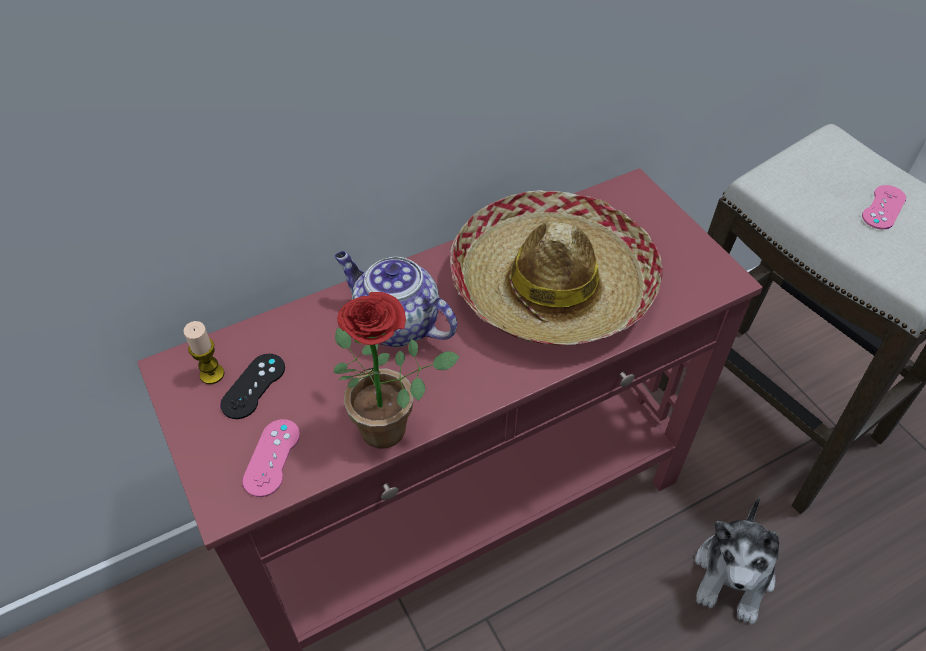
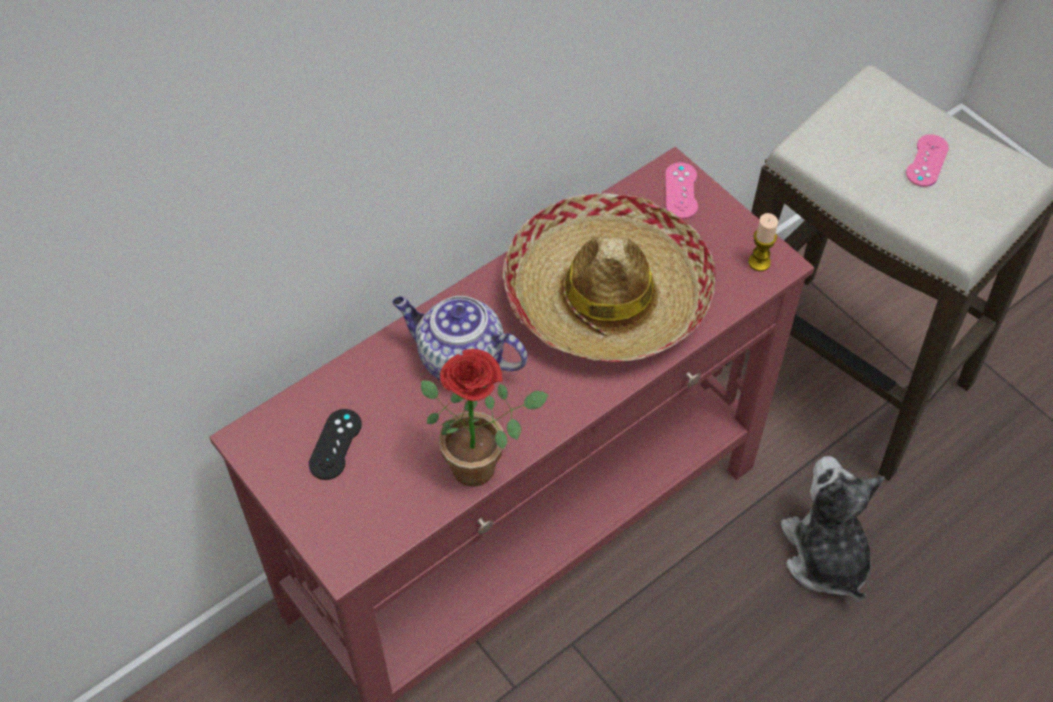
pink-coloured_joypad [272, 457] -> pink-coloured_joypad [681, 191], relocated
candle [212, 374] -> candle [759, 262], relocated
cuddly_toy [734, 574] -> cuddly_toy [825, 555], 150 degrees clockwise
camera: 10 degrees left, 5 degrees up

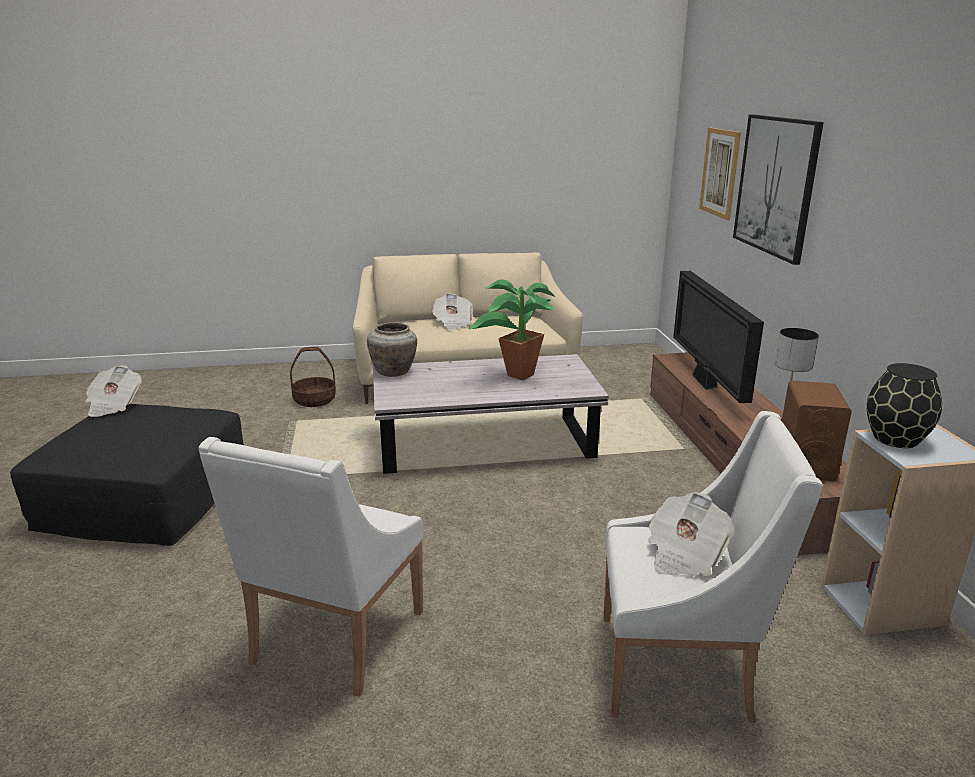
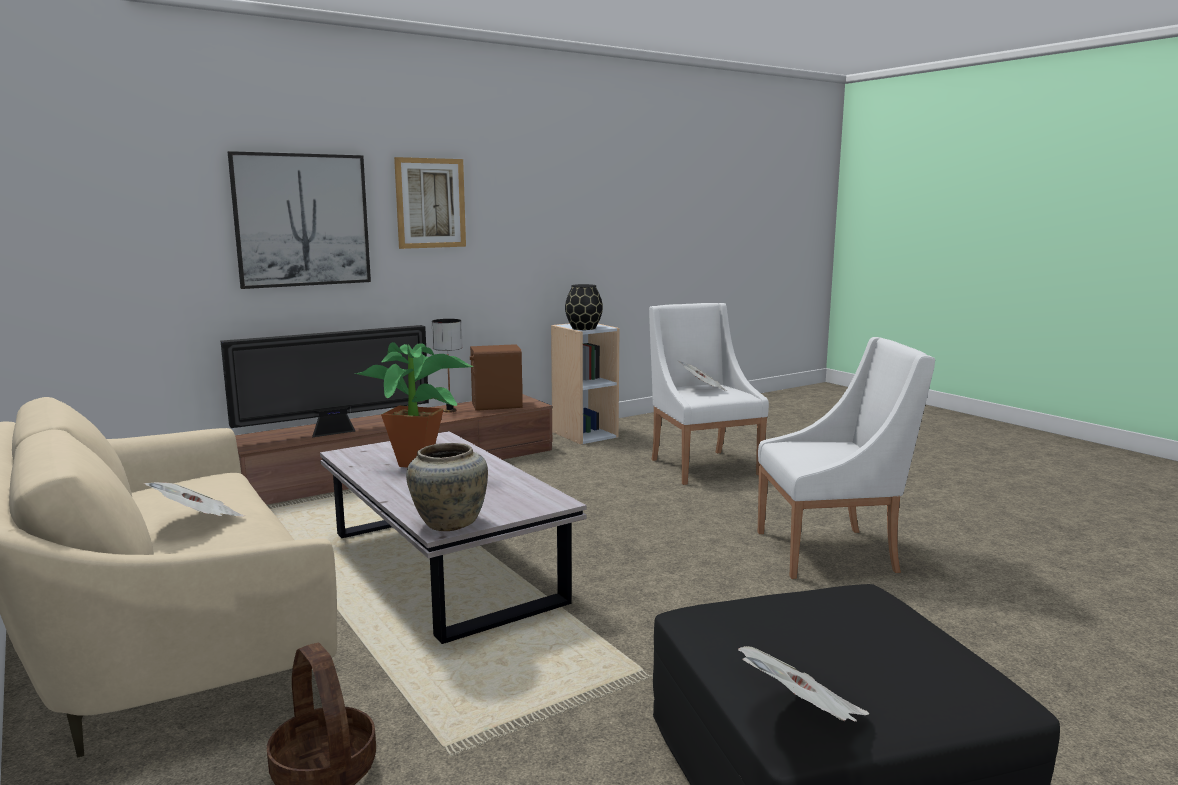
picture [720, 172] -> picture [430, 203], relocated
camera: 115 degrees left, 10 degrees down

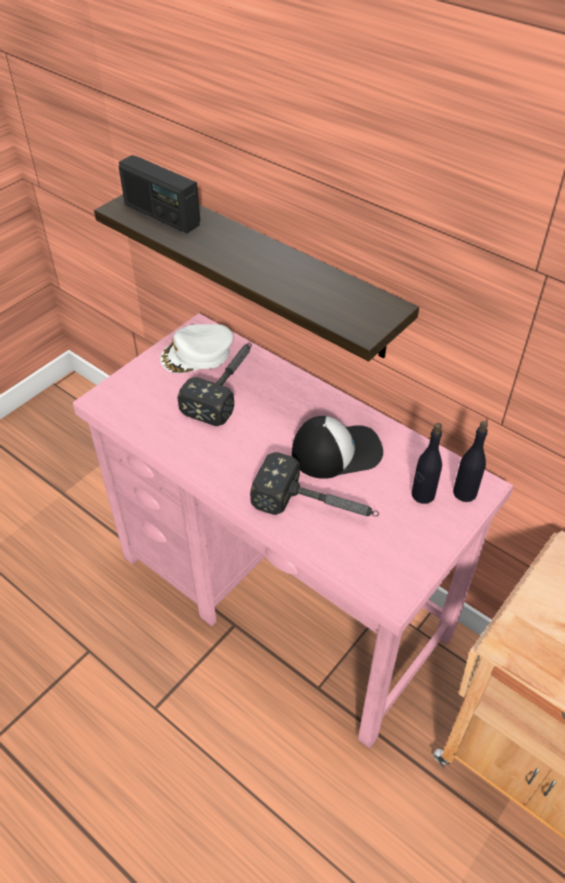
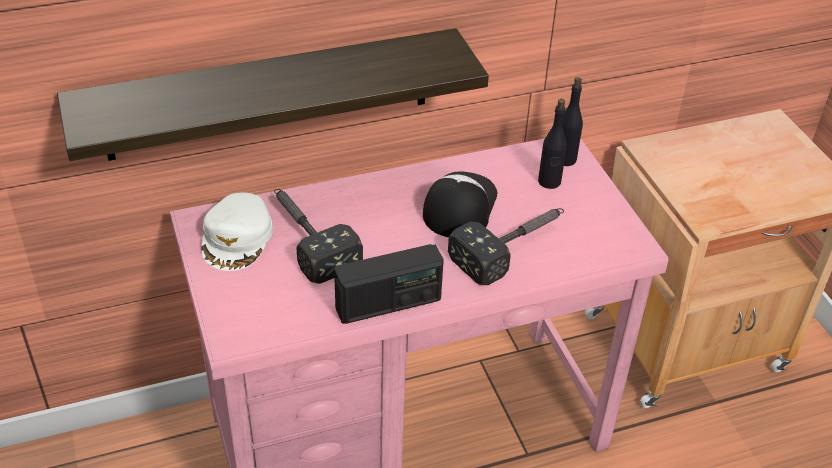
radio_set [161, 215] -> radio_set [388, 304], relocated
camera: 60 degrees left, 5 degrees down

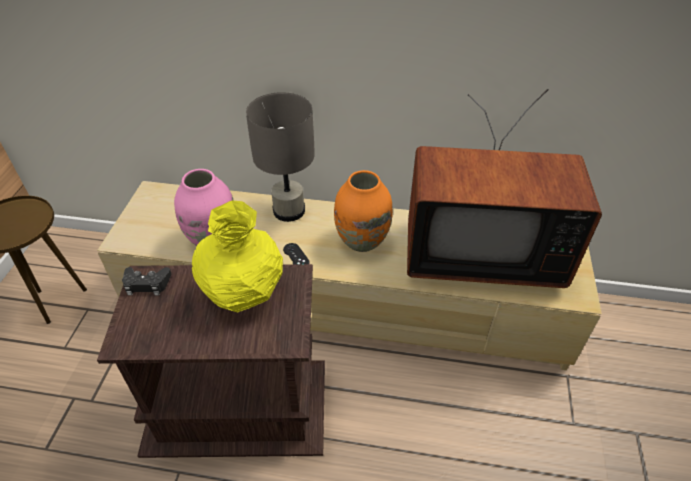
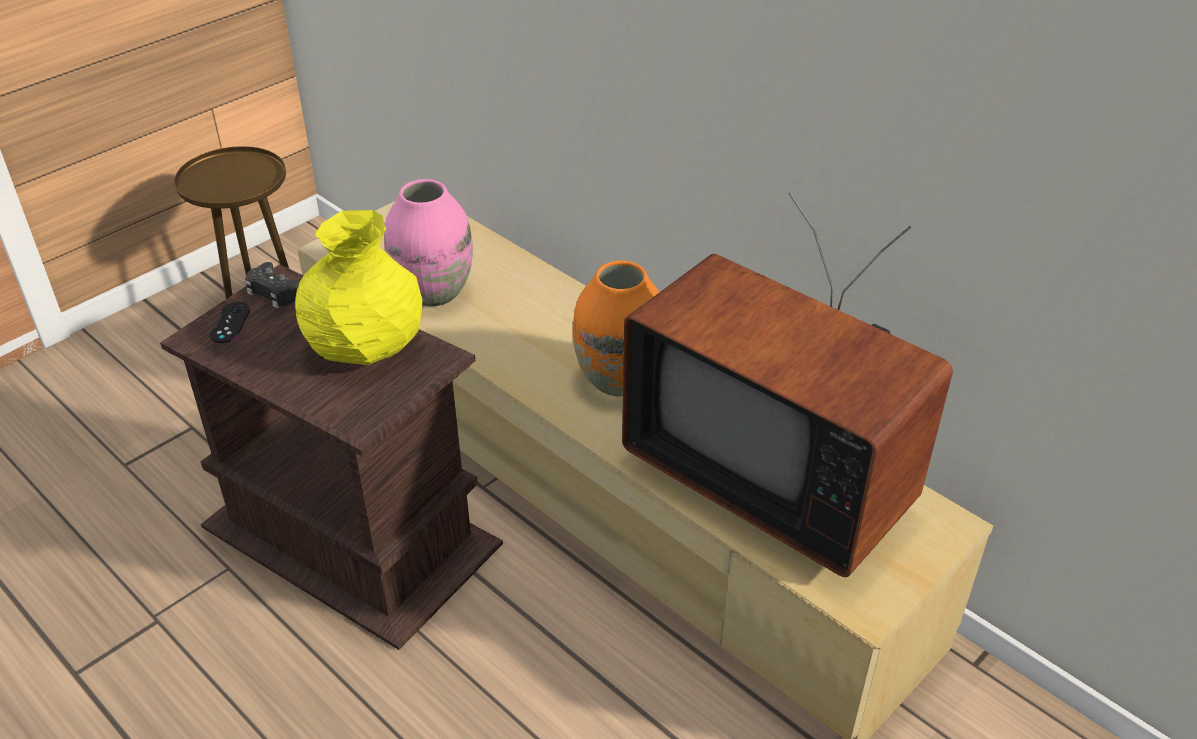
blackish_joypad [296, 256] -> blackish_joypad [230, 323], relocated
grey_table_lamp [289, 211] -> none
camera: 35 degrees right, 5 degrees down

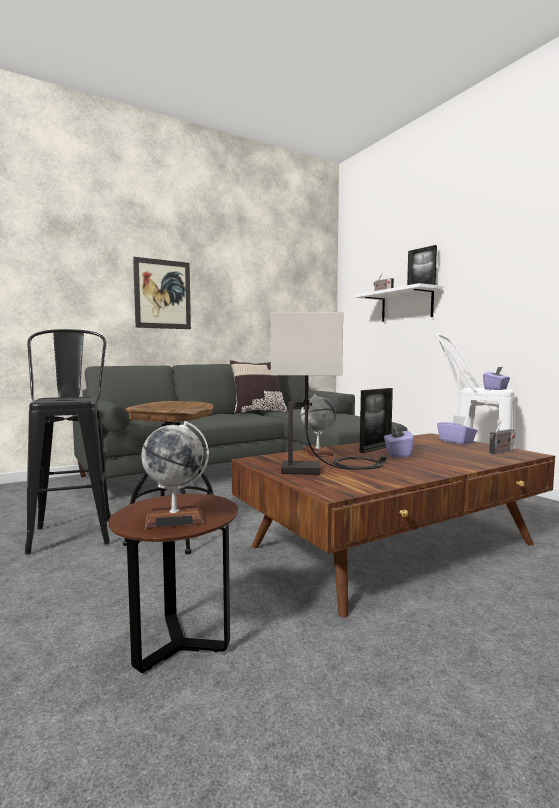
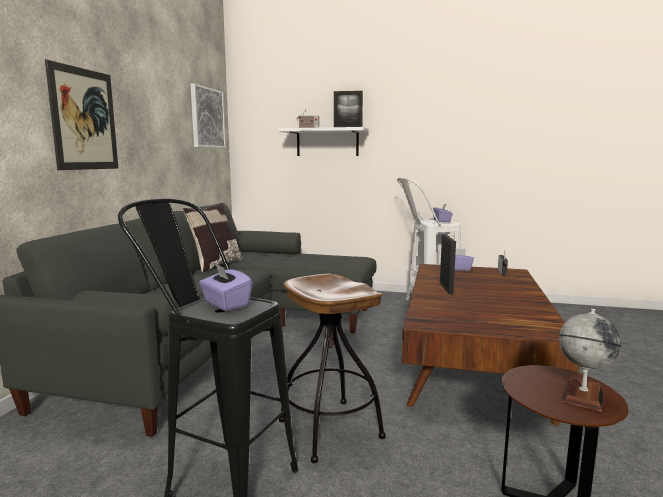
none -> picture [207, 118]
purple_tissue_holder [397, 454] -> purple_tissue_holder [225, 304], relocated
table_lamp [327, 468] -> none
world_globe [317, 452] -> none
camera: 45 degrees left, 5 degrees up

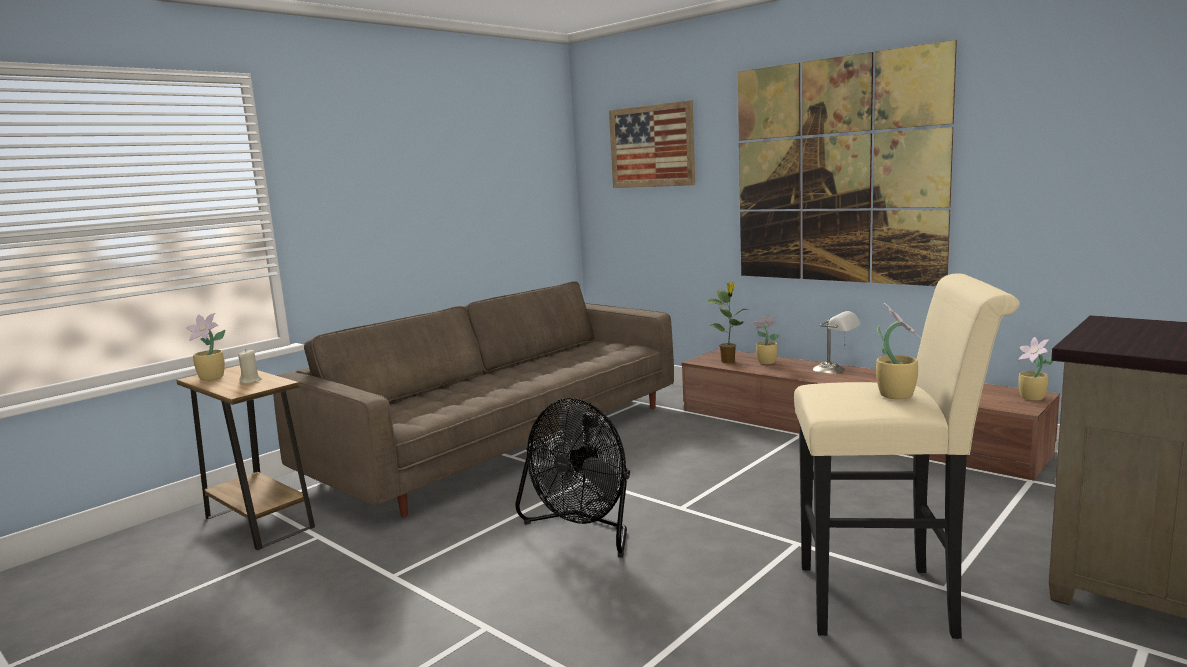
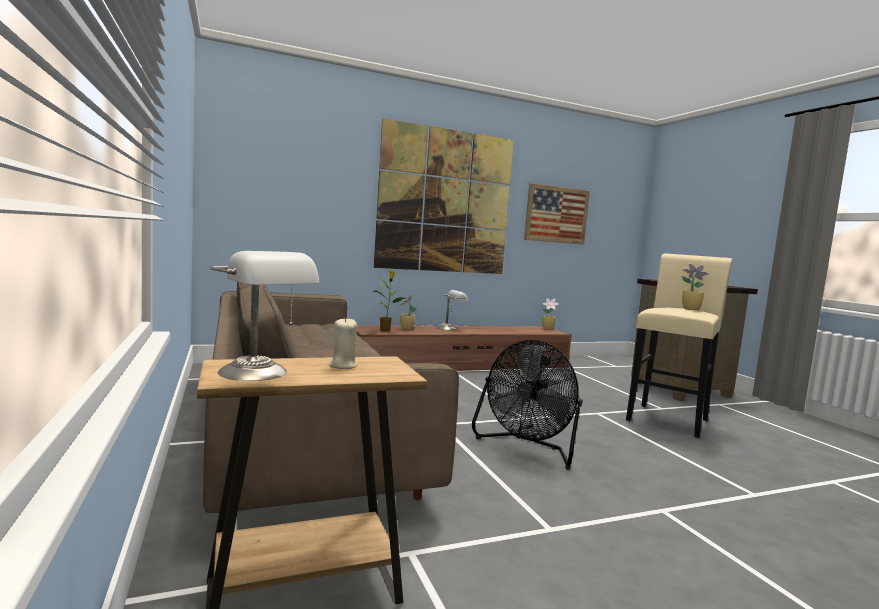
houseplant [212, 378] -> whitish_table_lamp [262, 374]
blackish_cooling_fan [584, 528] -> blackish_cooling_fan [526, 446], 60 degrees clockwise
picture [651, 146] -> picture [556, 214], relocated
camera: 65 degrees left, 5 degrees down

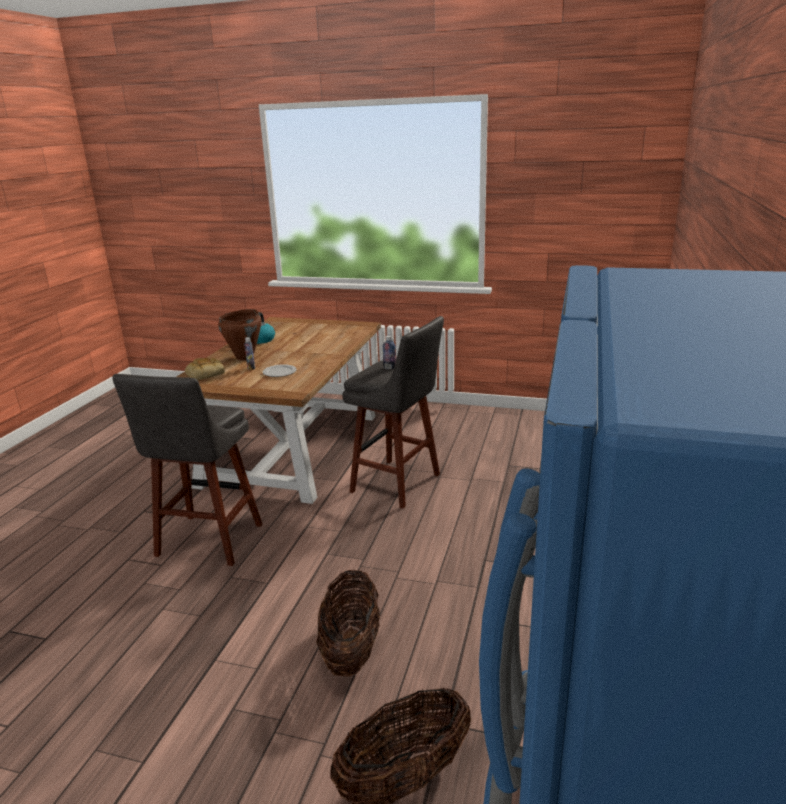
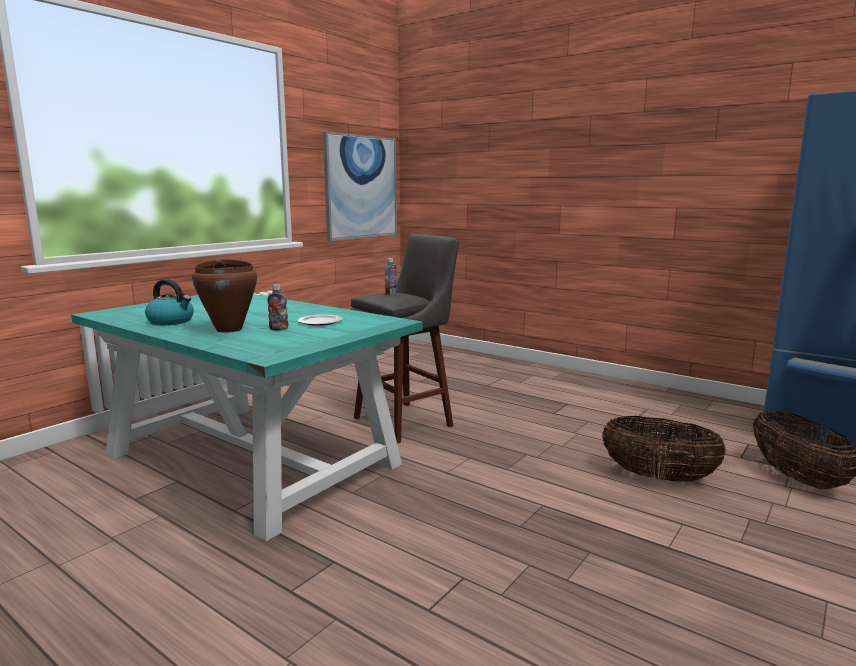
brown-coloured_dining_table [292, 448] -> turquoise_dining_table [250, 459]
none -> picture [361, 187]
grey_stool_seat [207, 542] -> none
bread [205, 373] -> none
camera: 70 degrees left, 10 degrees down

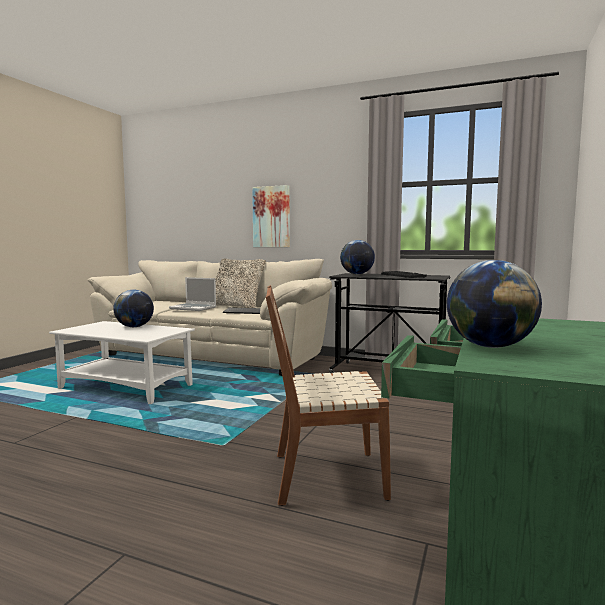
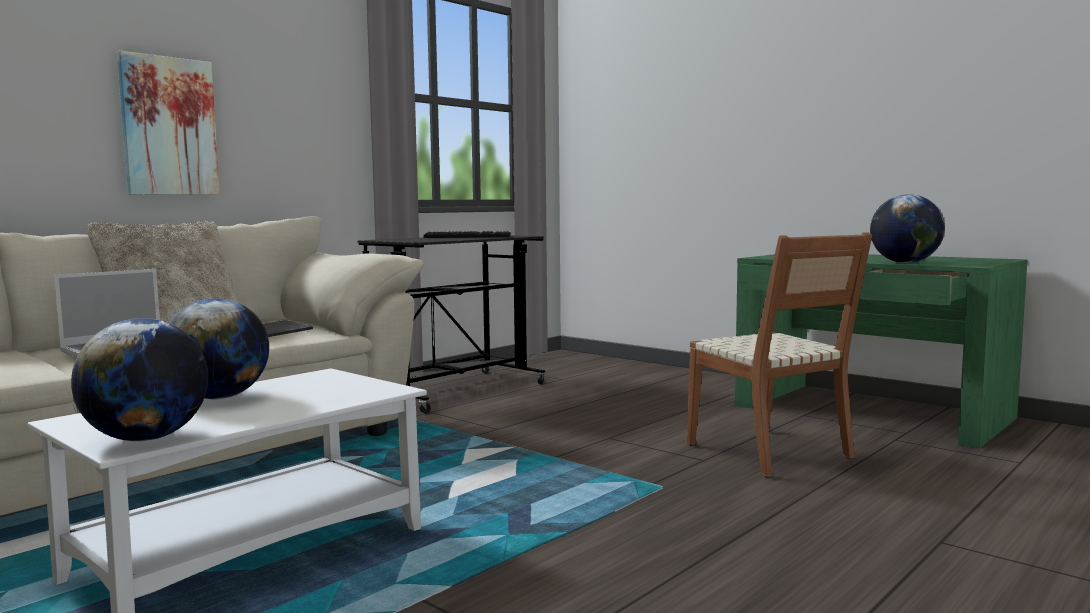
world_globe [357, 274] -> world_globe [147, 438], relocated
upright_chair [322, 477] -> upright_chair [772, 454], 45 degrees counterclockwise
camera: 70 degrees left, 0 degrees up

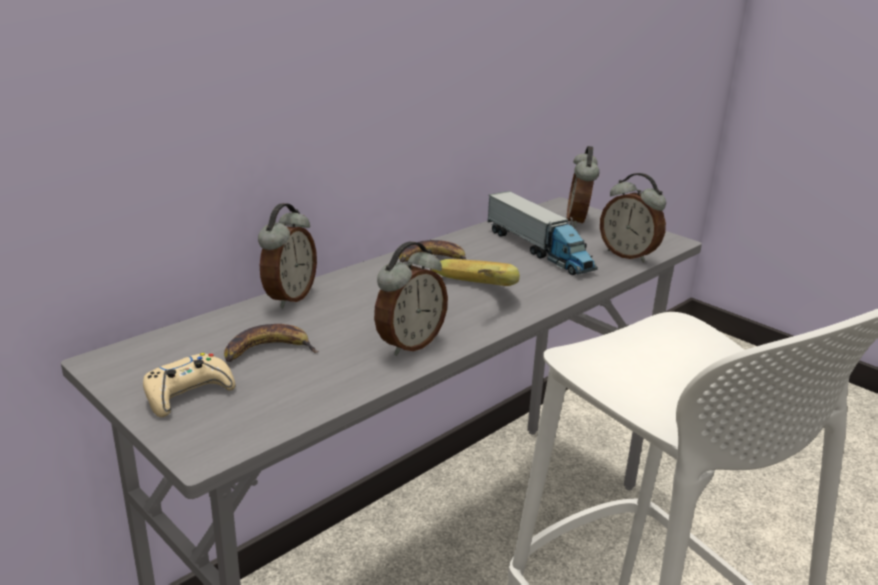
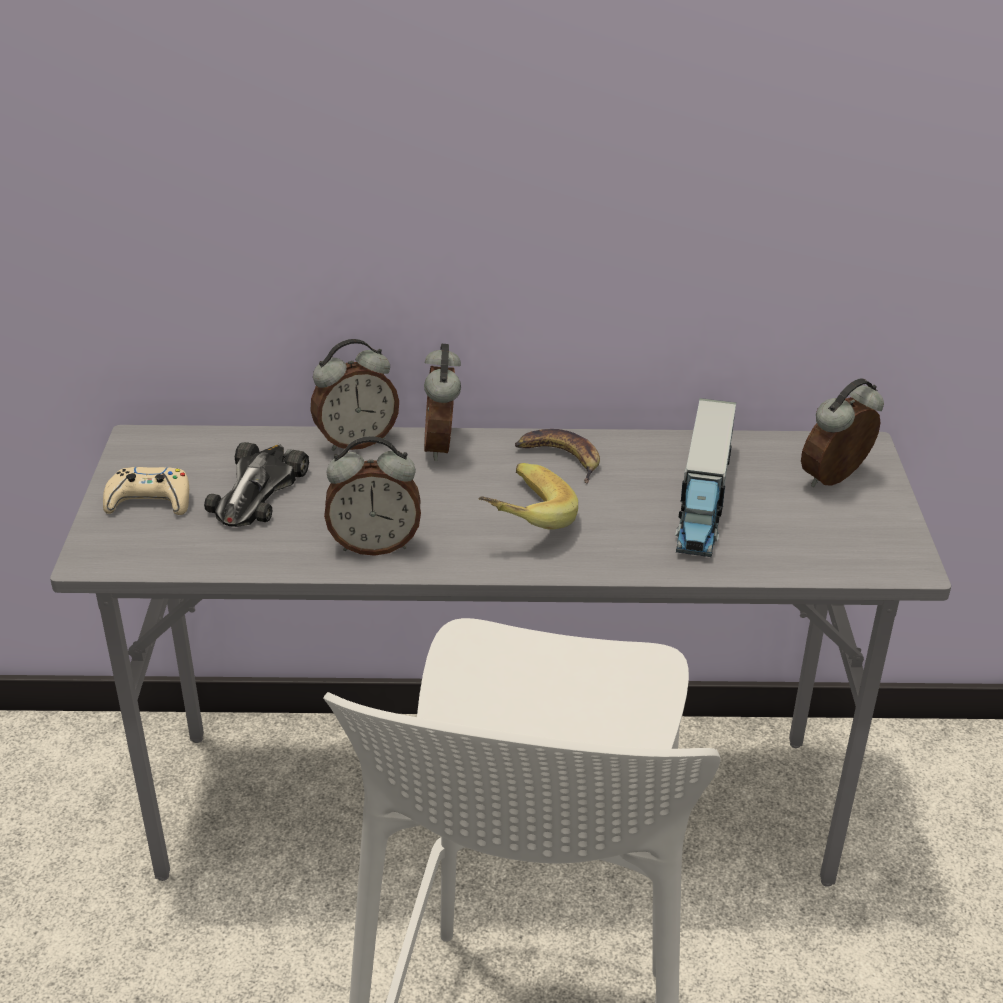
banana_fruit [267, 351] -> miniature_car [257, 491]
bedside_clock [628, 255] -> bedside_clock [443, 446], relocated
camera: 45 degrees right, 10 degrees up

